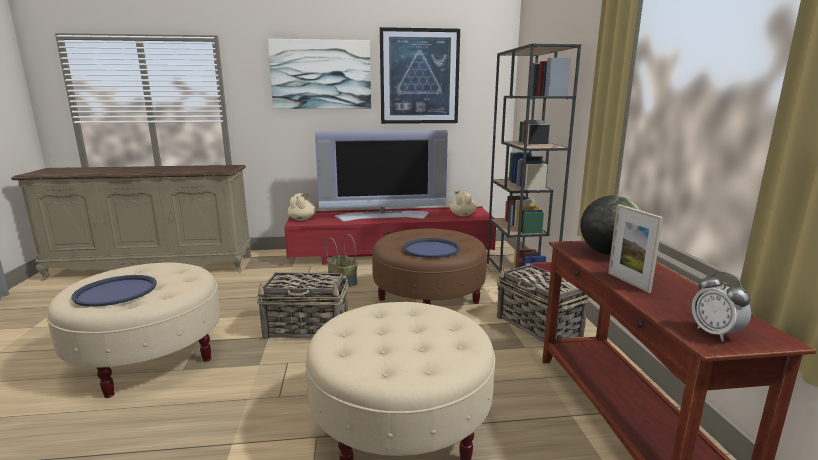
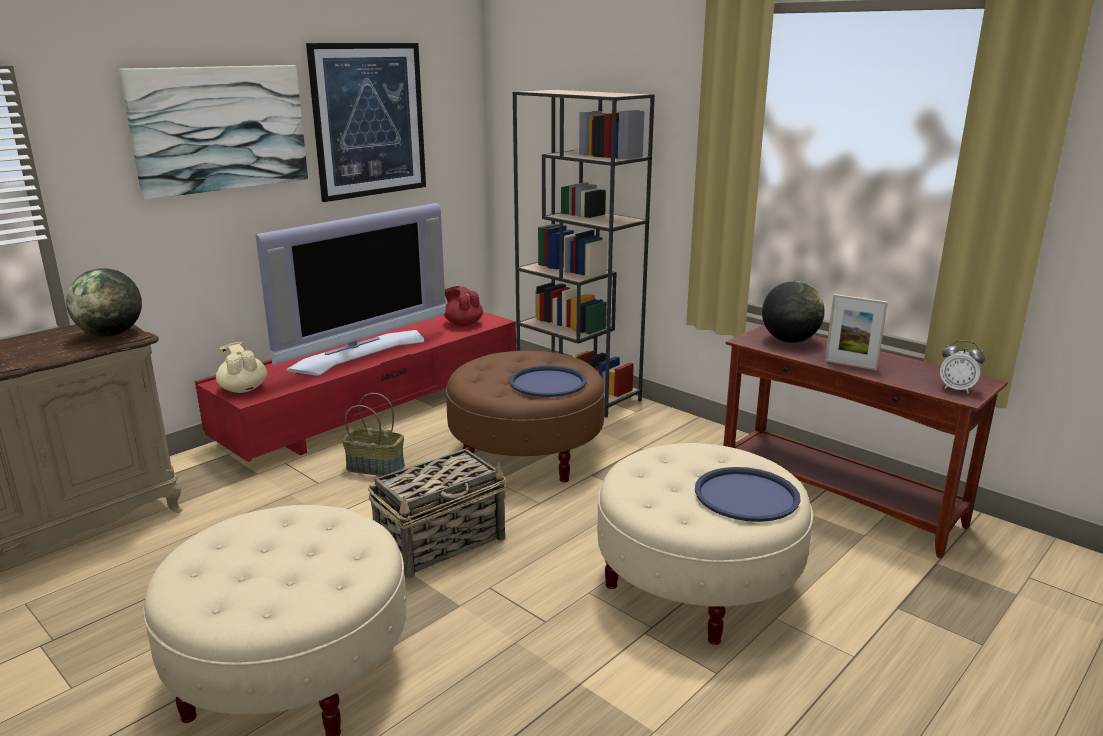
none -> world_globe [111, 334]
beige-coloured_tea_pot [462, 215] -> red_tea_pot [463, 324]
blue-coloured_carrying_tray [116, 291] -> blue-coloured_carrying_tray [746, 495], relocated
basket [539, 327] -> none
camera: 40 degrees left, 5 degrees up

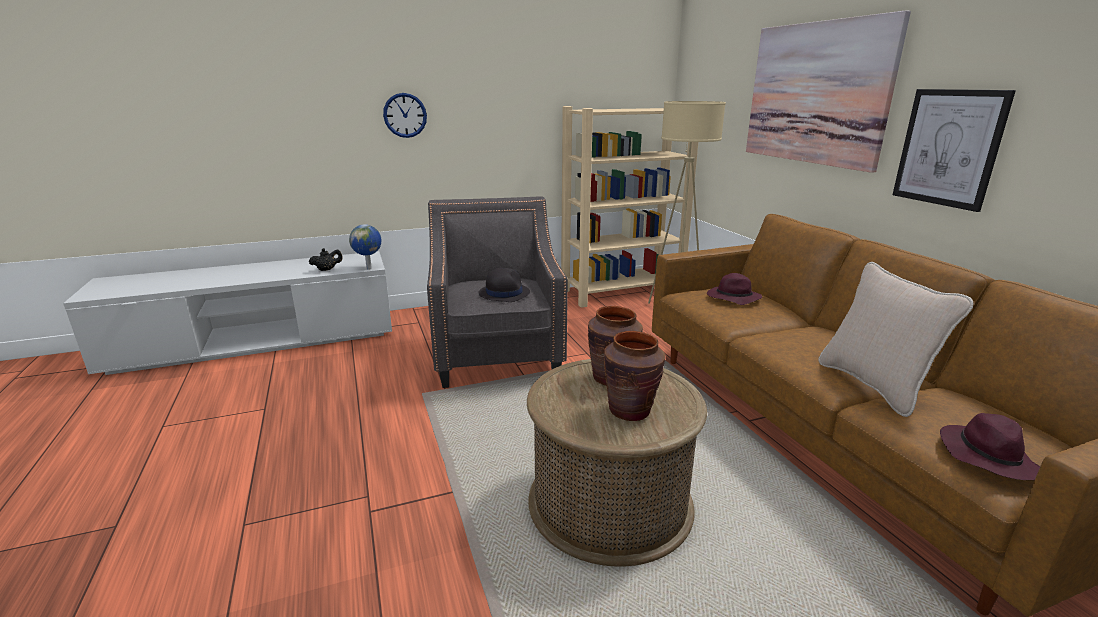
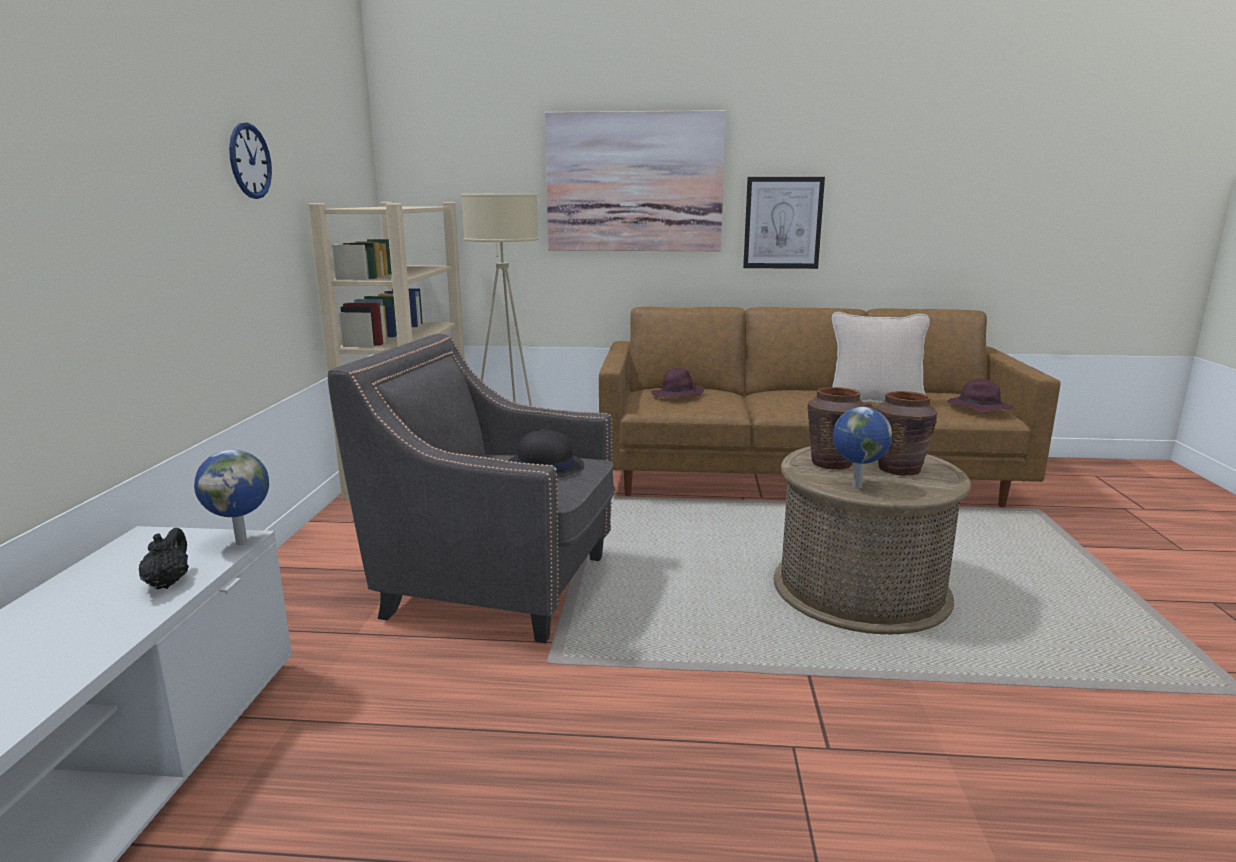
clock_on_the_wall [405, 115] -> clock_on_the_wall [250, 161], relocated
none -> world_globe [855, 486]
camera: 65 degrees left, 5 degrees down

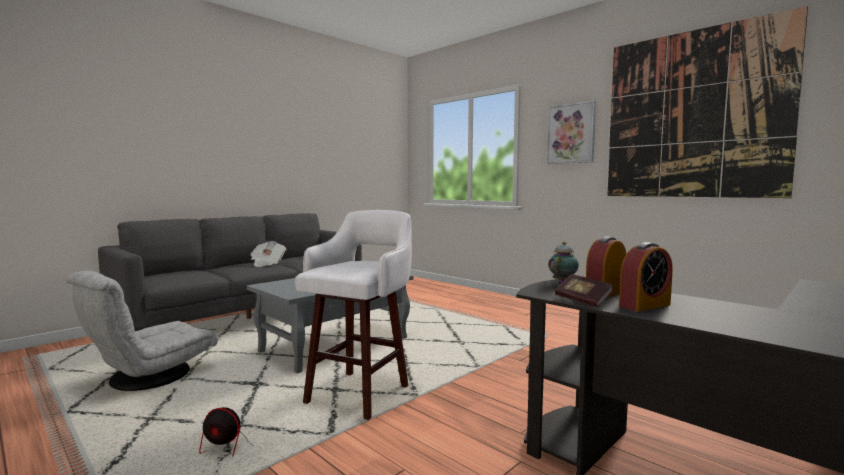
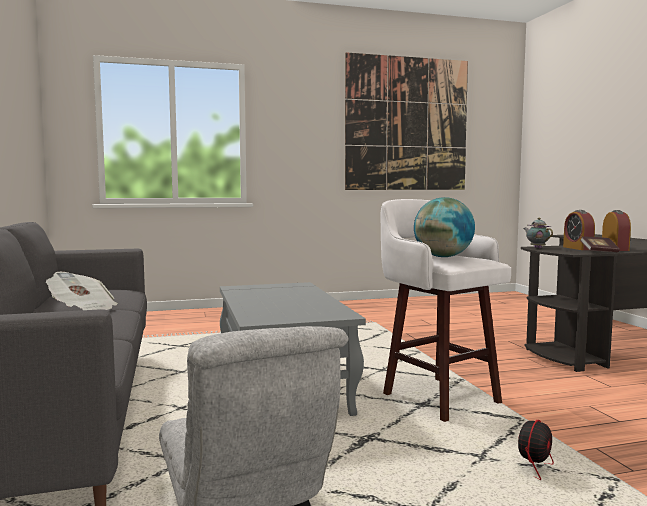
none -> world_globe [443, 257]
picture [571, 133] -> none
camera: 60 degrees left, 0 degrees up

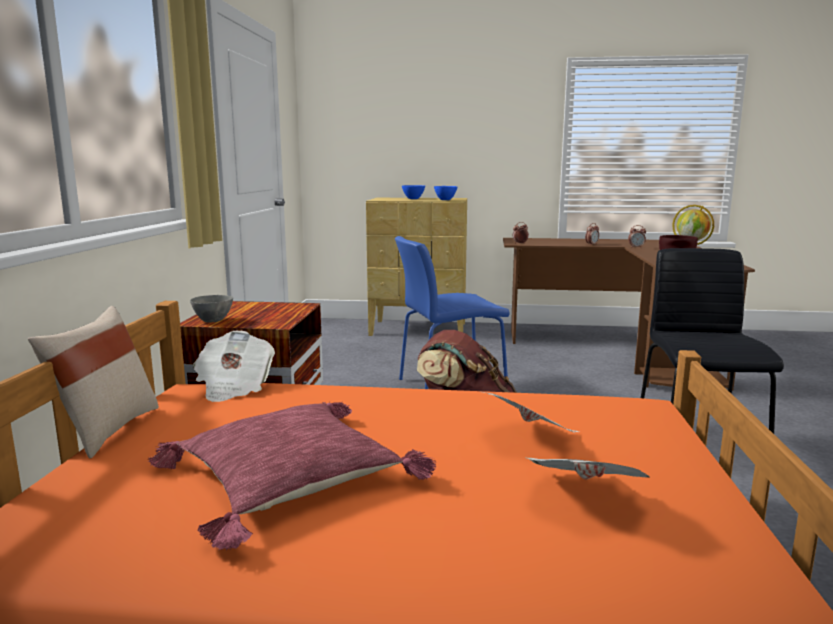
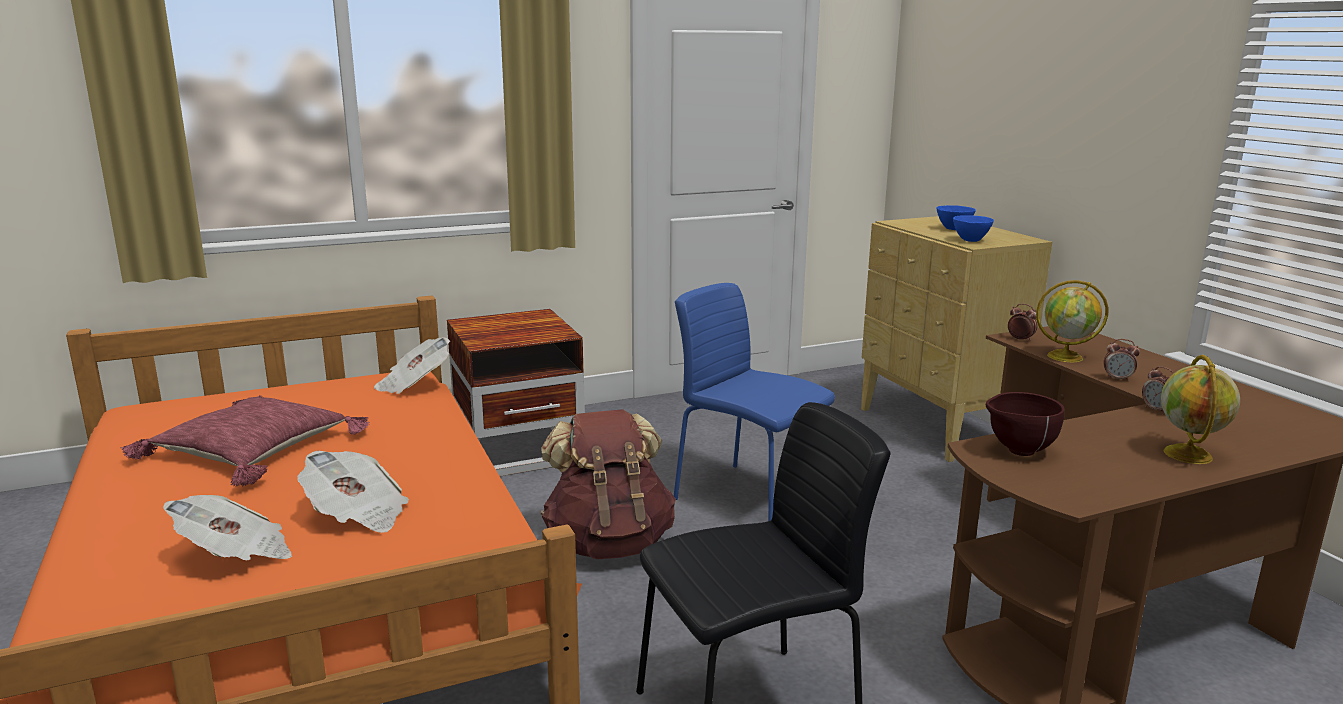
none -> world_globe [1066, 357]
beige-coloured_throw_pillow [106, 430] -> none
grey_deep_dish [213, 321] -> none
camera: 60 degrees right, 5 degrees up

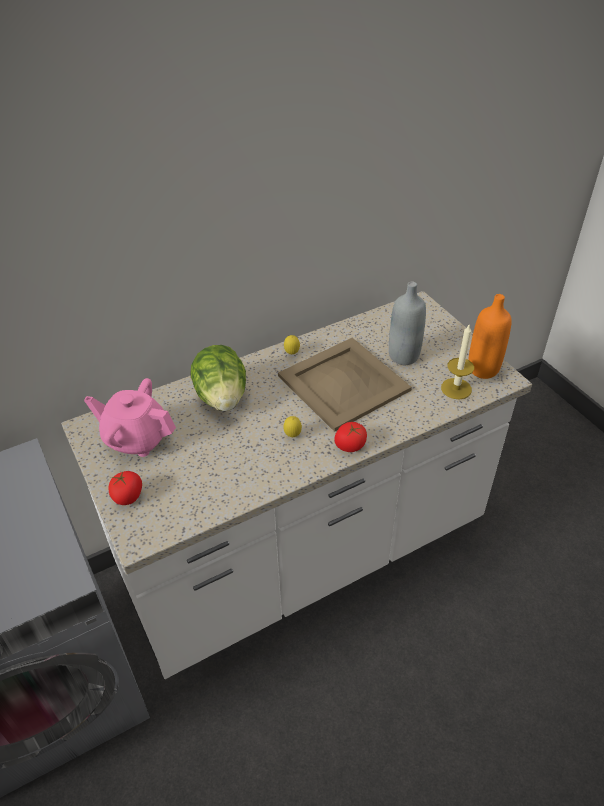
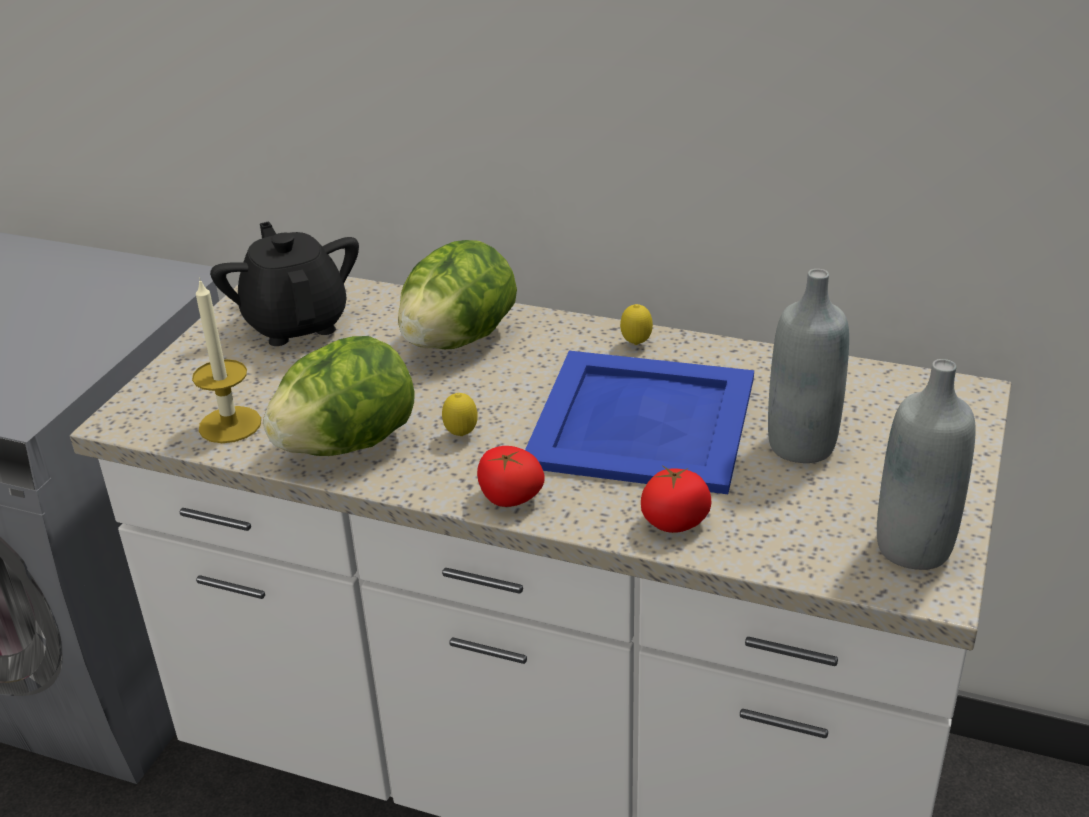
candle [456, 388] -> candle [230, 425], relocated
pink-coloured_tea_pot [136, 438] -> blackish_tea_pot [296, 323]
none -> lettuce_head [348, 444]
beige-coloured_carrying_tray [344, 382] -> blue-coloured_carrying_tray [644, 420]
fresh_tomato [128, 496] -> fresh_tomato [675, 522], relocated
orangey_bottle [483, 369] -> grey_bottle [913, 547]
camera: 50 degrees right, 10 degrees down

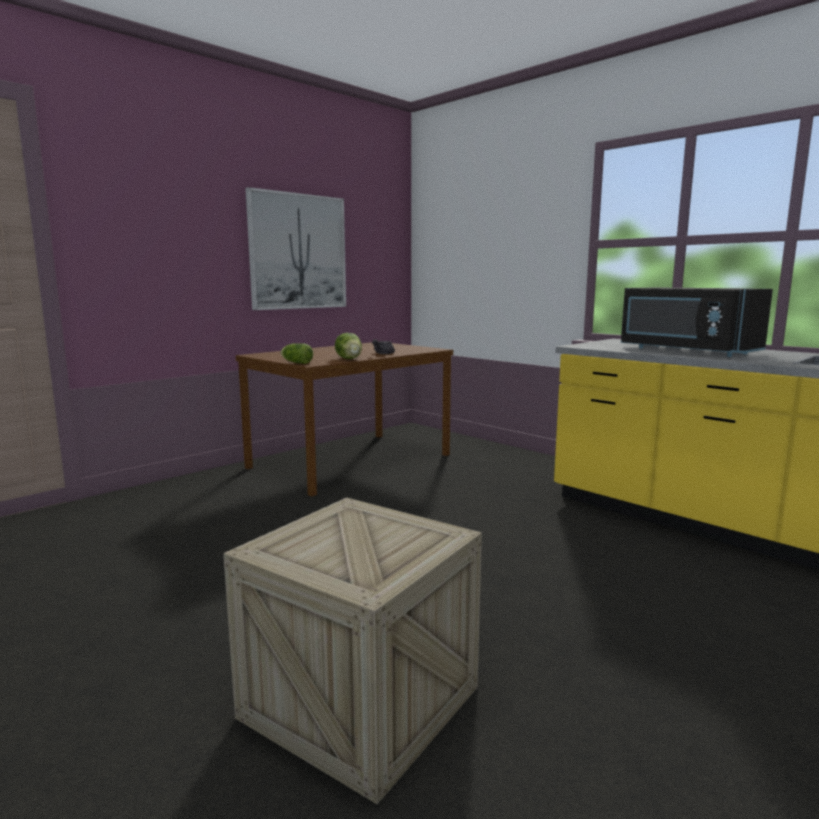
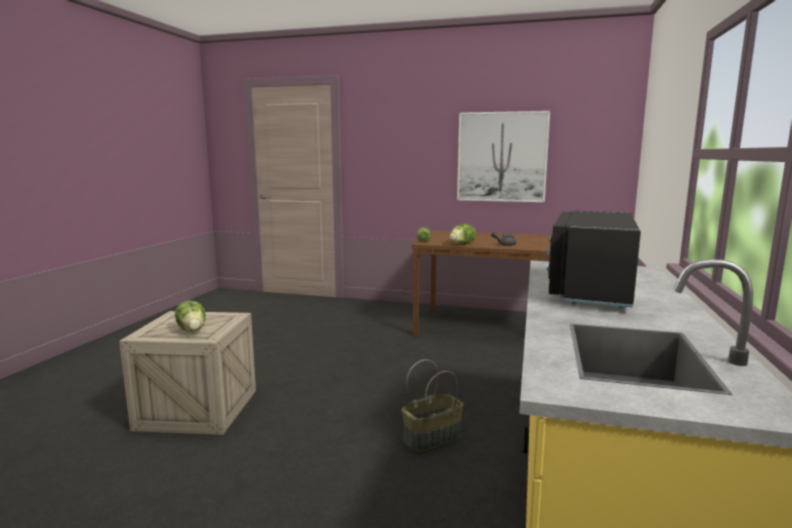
none -> lettuce_head [192, 330]
none -> basket [432, 437]
camera: 60 degrees right, 0 degrees up

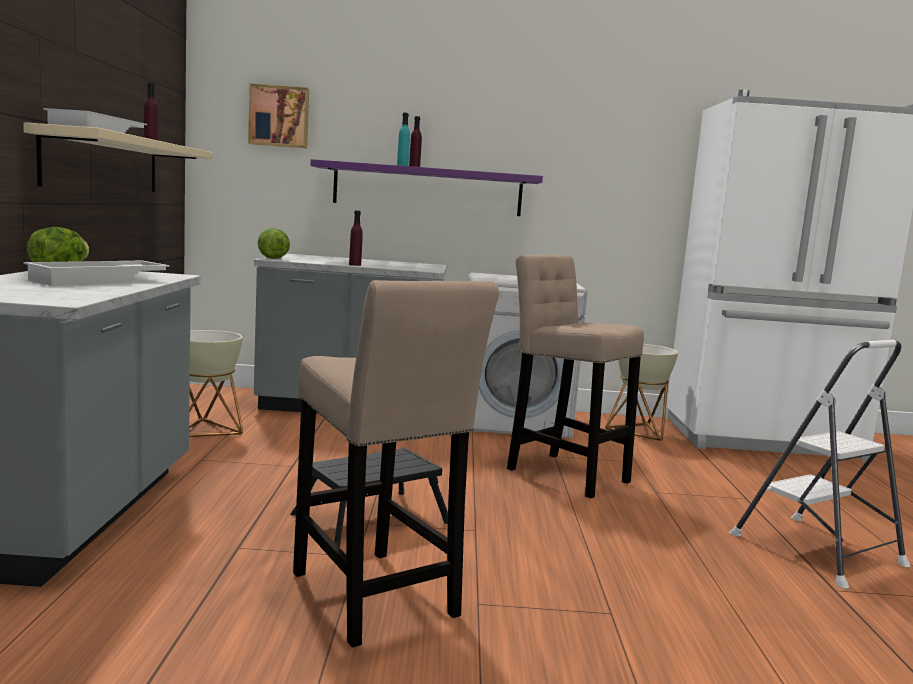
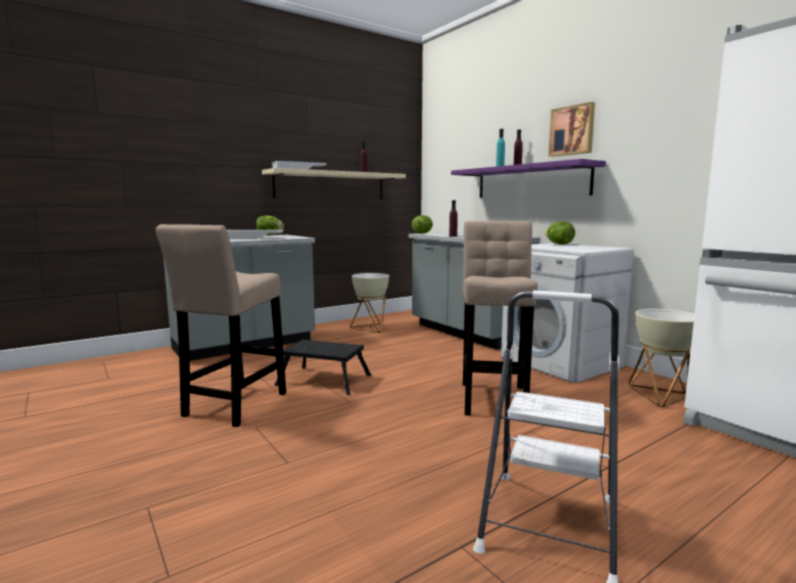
none -> lettuce_head [559, 244]
picture [279, 116] -> picture [572, 130], relocated
camera: 55 degrees right, 0 degrees up

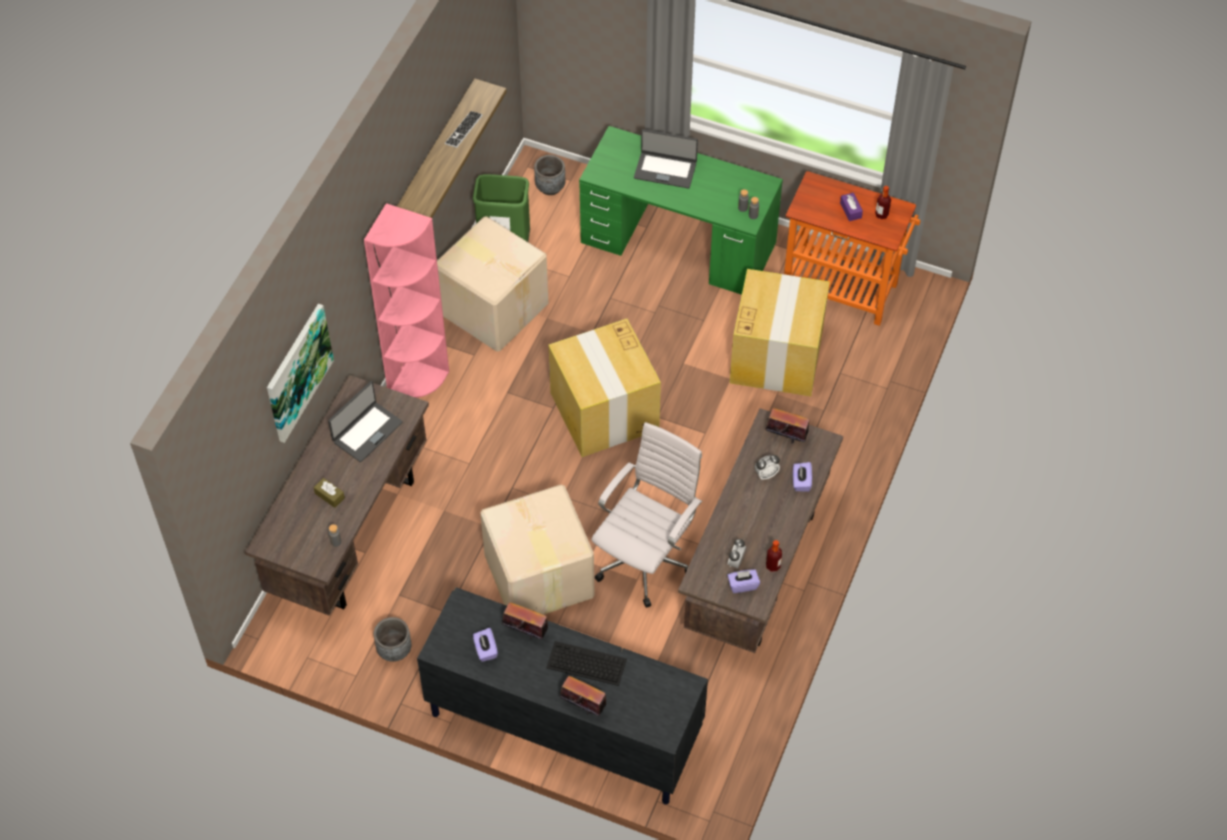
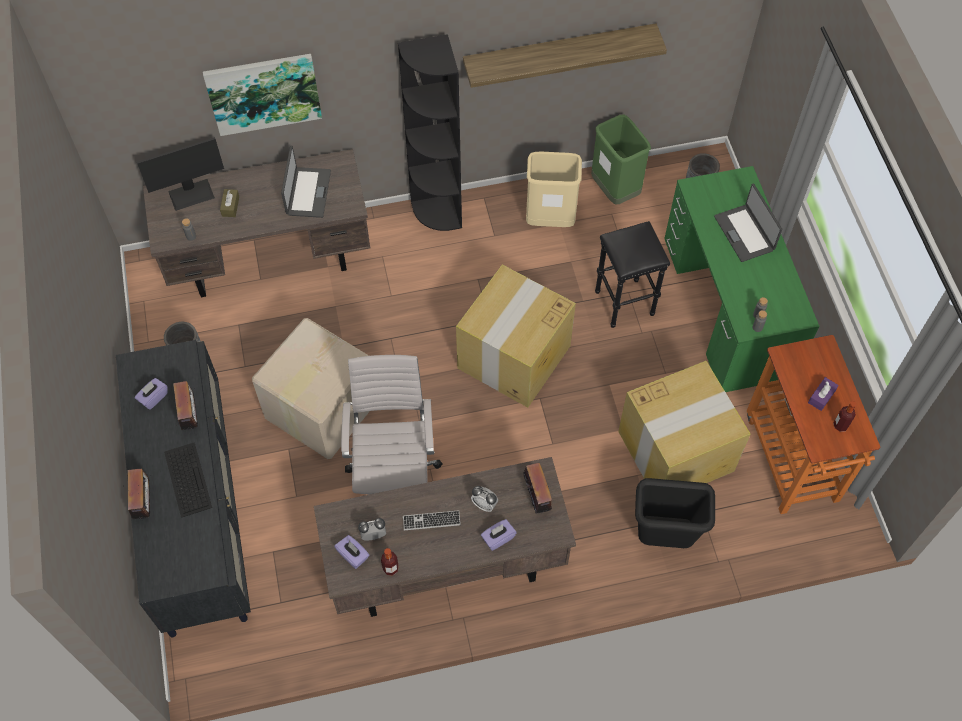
none -> computer_display [191, 194]
notebook_computer [366, 431] -> notebook_computer [307, 193], 90 degrees counterclockwise
whitish_desk_chair [646, 559] -> whitish_desk_chair [394, 476], 90 degrees counterclockwise
pink-coloured_bookcase [418, 384] -> blackish_bookcase [437, 216]
computer_keyboard [463, 130] -> computer_keyboard [431, 521], relocated
packing_box [493, 307] -> beige-coloured_waste_bin [550, 219]
none -> blackish_stool_seat [623, 302]
none -> blackish_waste_bin [663, 537]
camera: 55 degrees right, 5 degrees up

